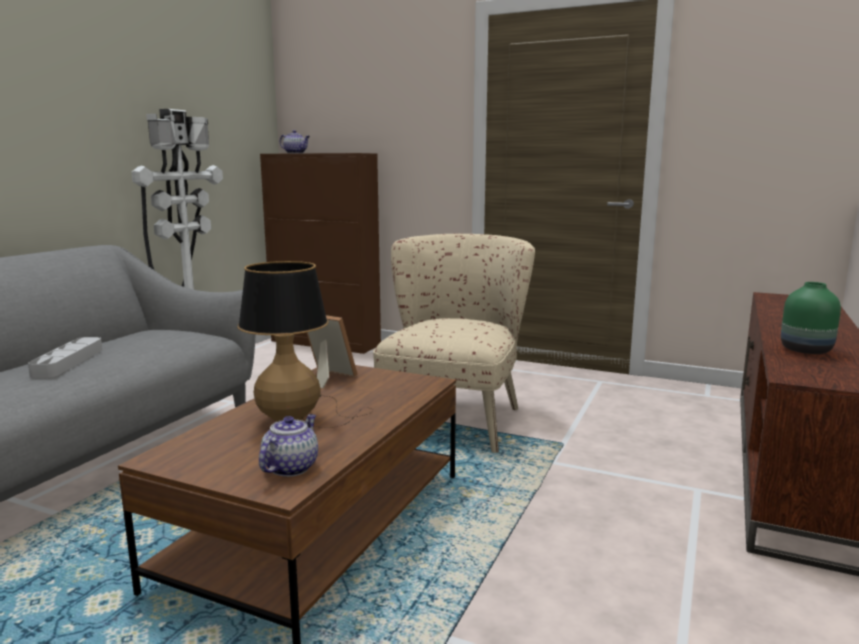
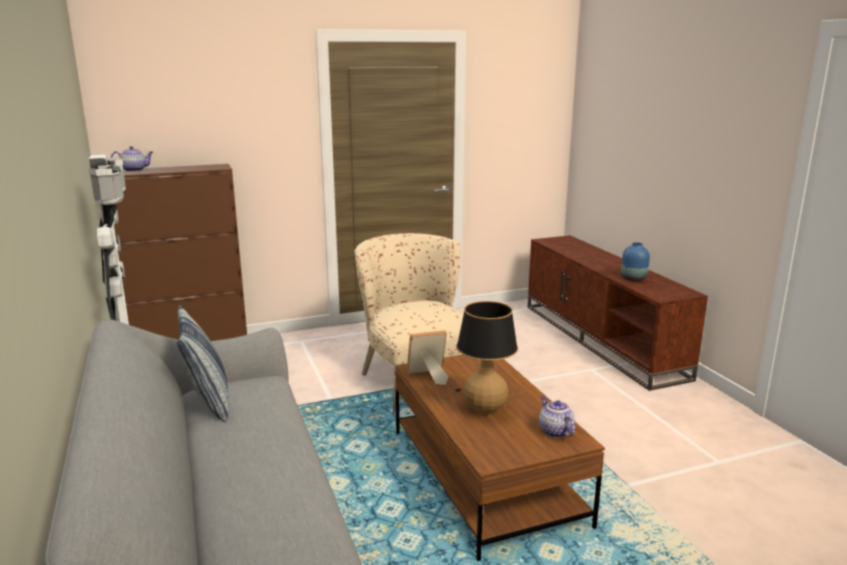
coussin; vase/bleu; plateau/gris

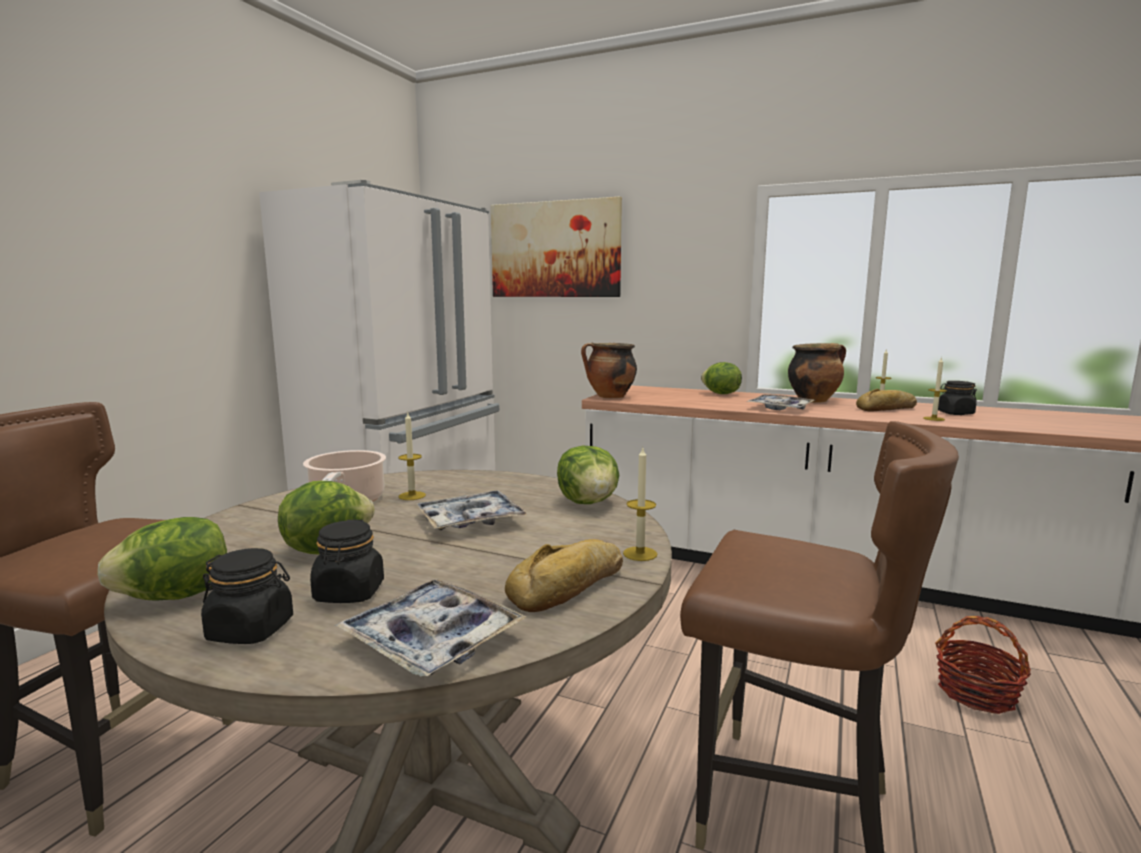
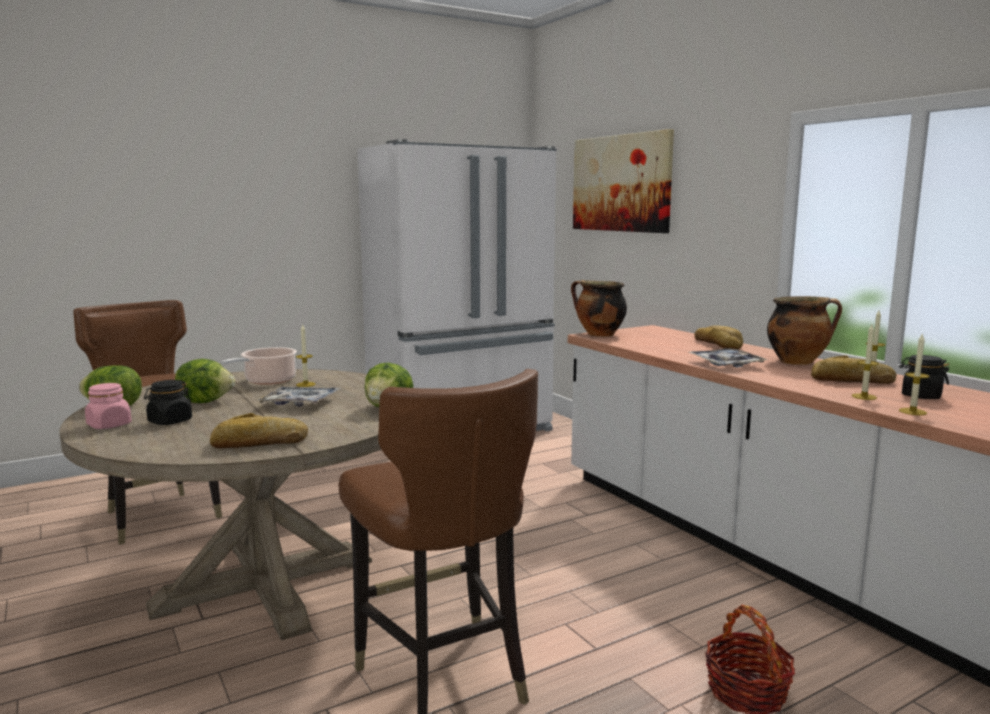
bocal/rose; pain (no. 2 from left); bougie (no. 4 from left); plateau (no. 1 from left in the first image)

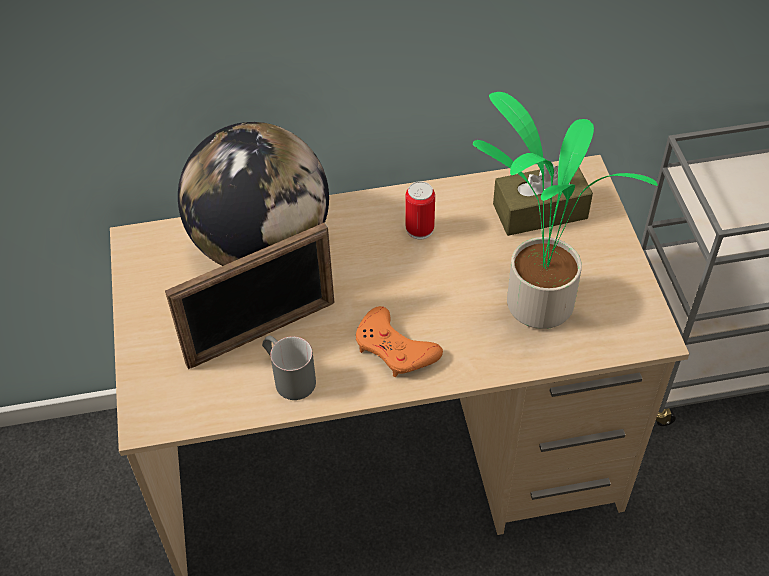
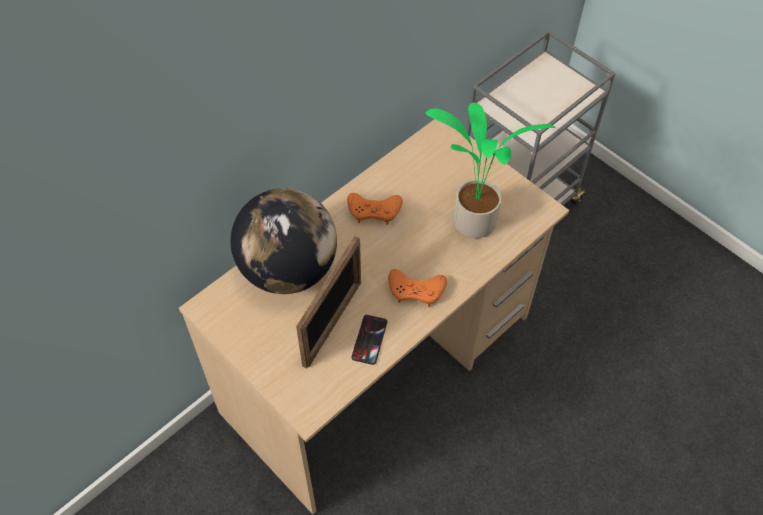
manette/orange (no. 1 from left); téléphone; boîte à mouchoirs/marron

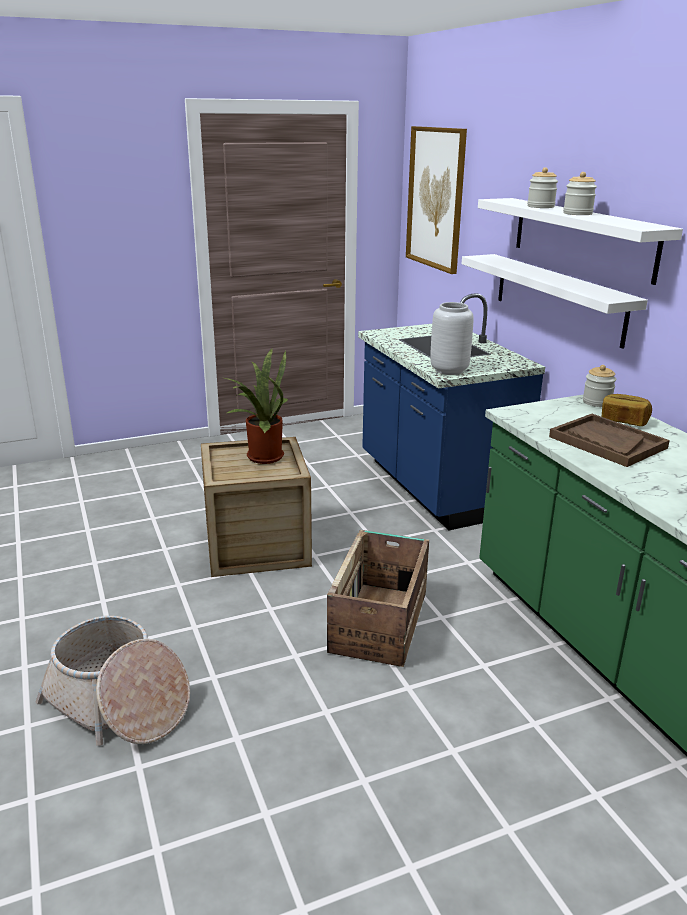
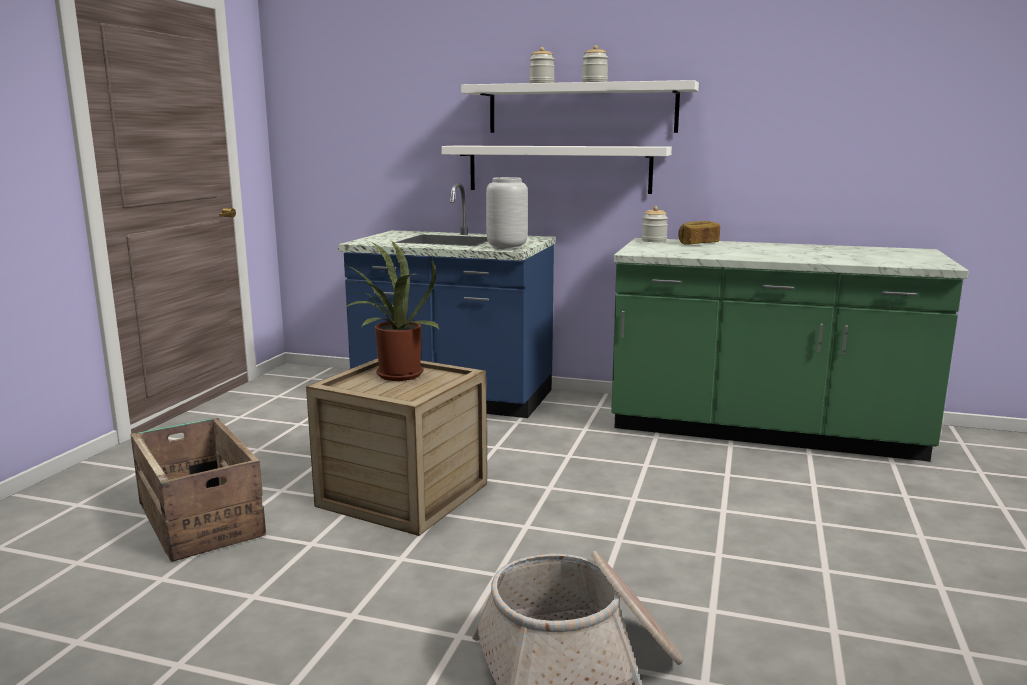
caisse (no. 1 from left); tableau; plateau/marron

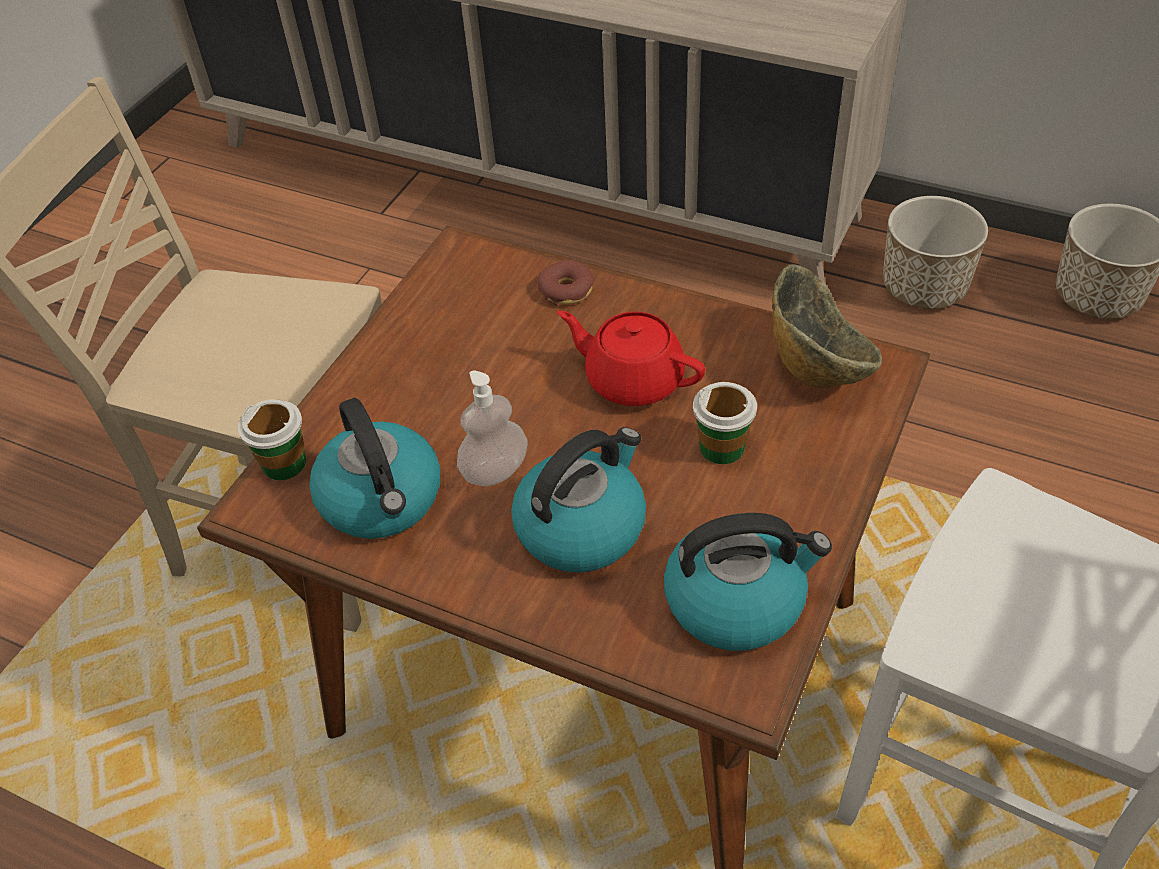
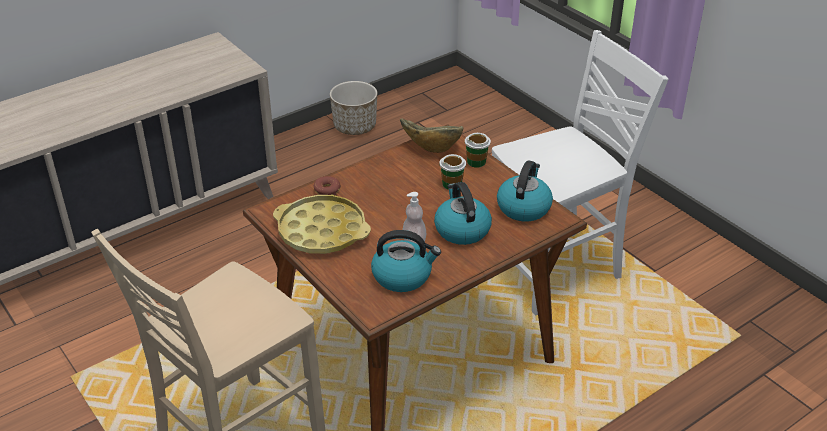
plateau/jaune; tasse (no. 2 from left); théière/rouge; cache-pot (no. 1 from left in the first image)

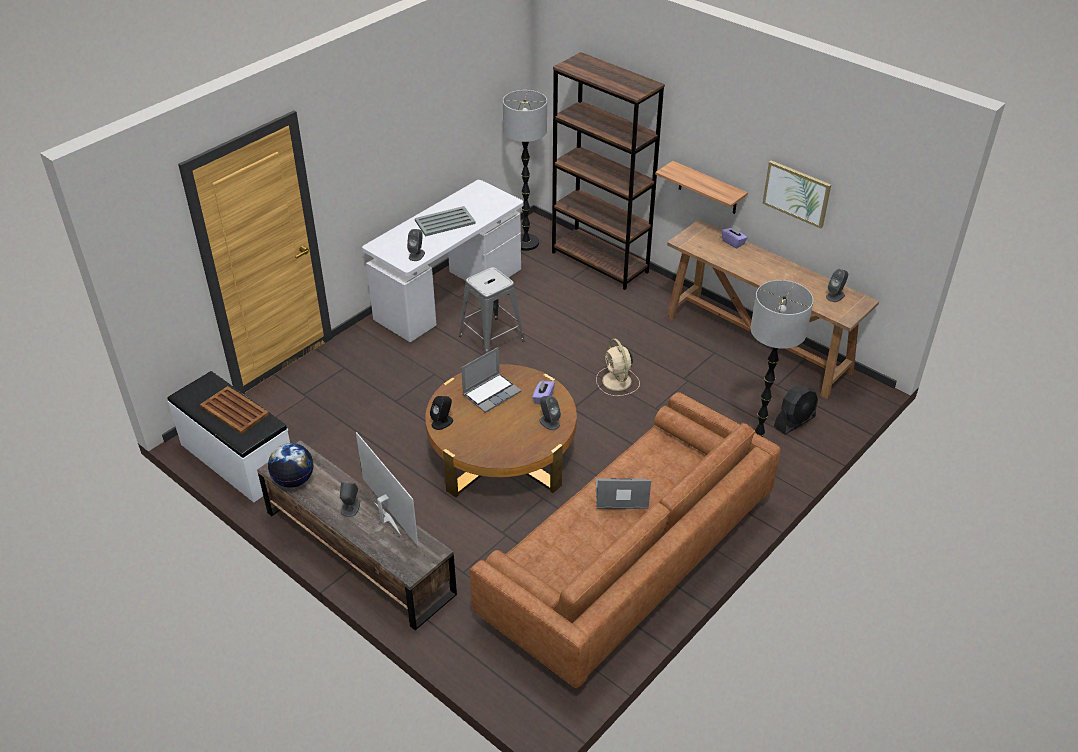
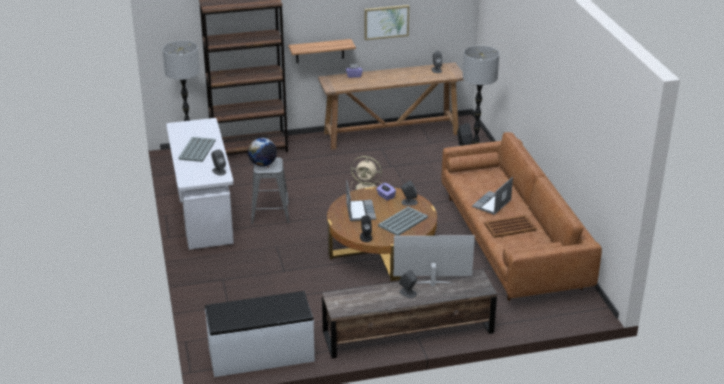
globe; plateau/gris (no. 2 from left); plateau/marron

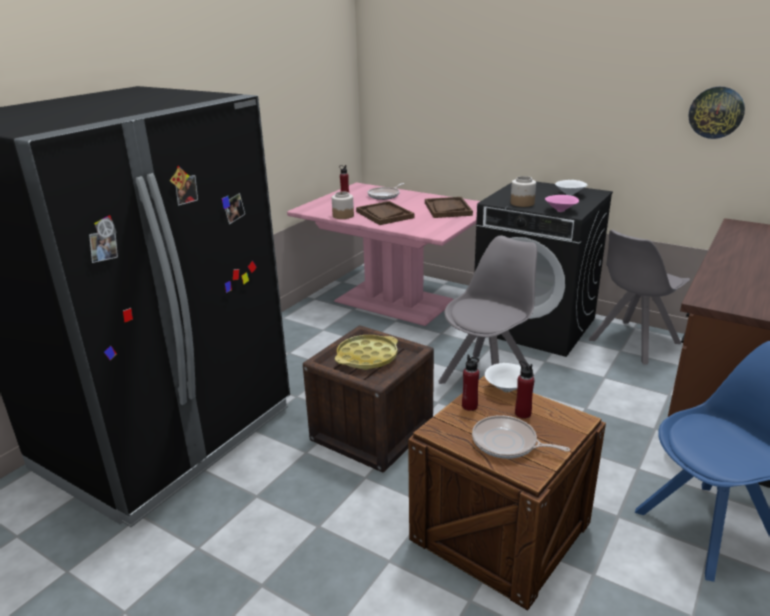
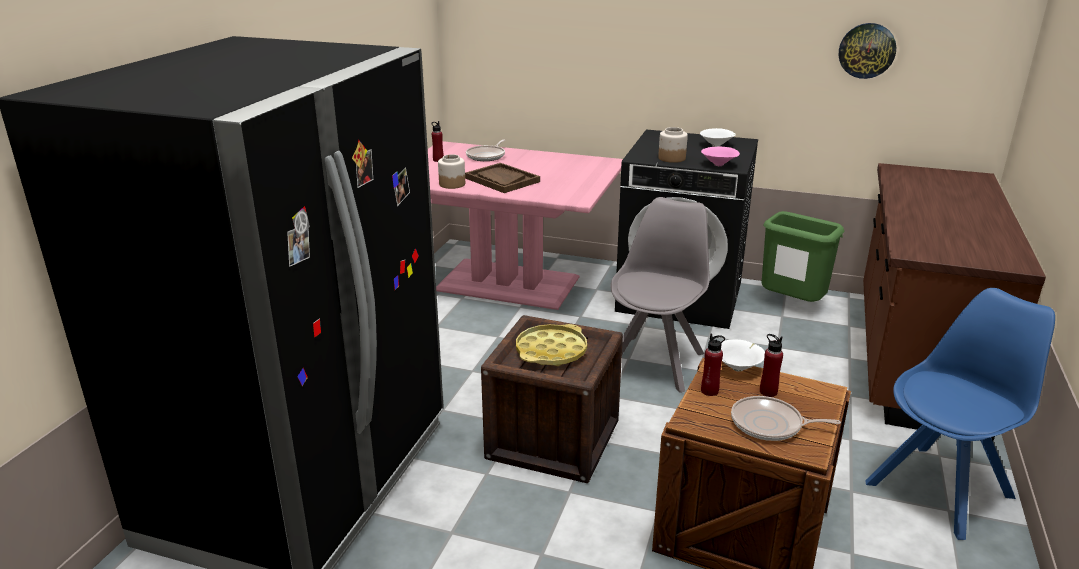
poubelle/vert; plateau/marron (no. 2 from left in the first image)

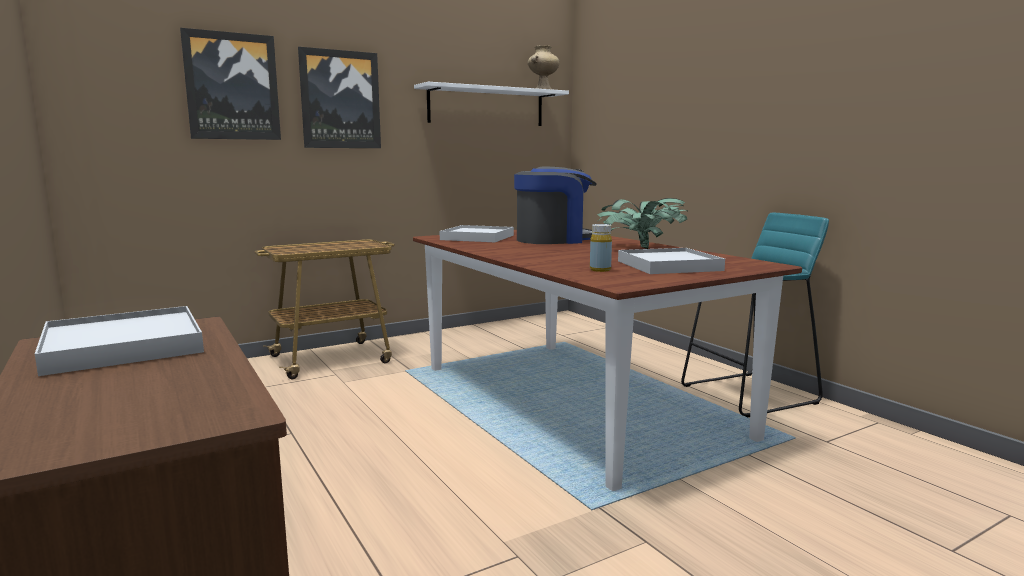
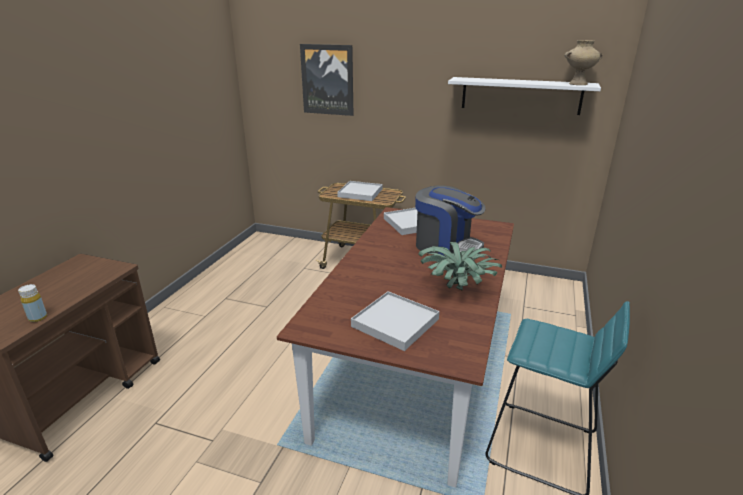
bouteille/jaune; plateau/blanc (no. 1 from left); tableau (no. 2 from left in the first image)

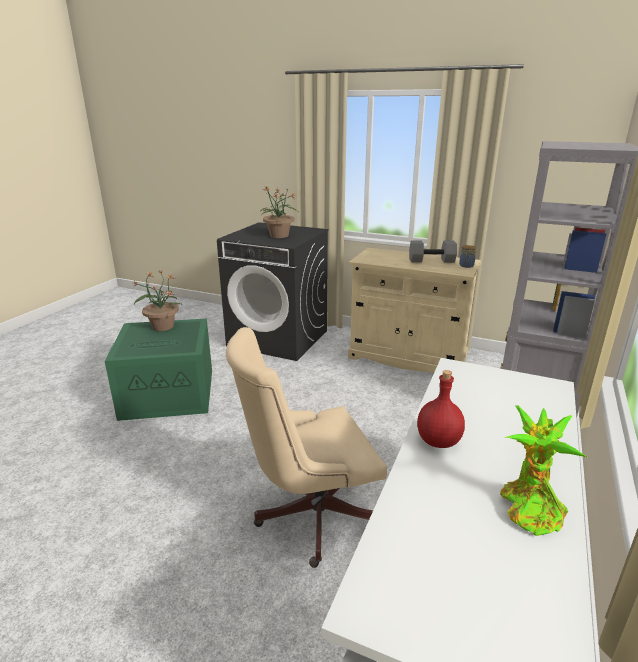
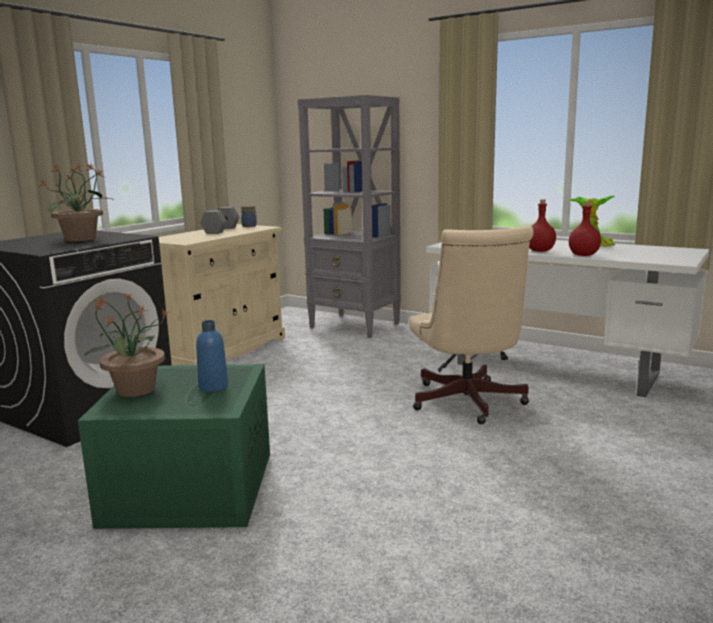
bouteille/bleu; bouteille/rouge (no. 2 from left)

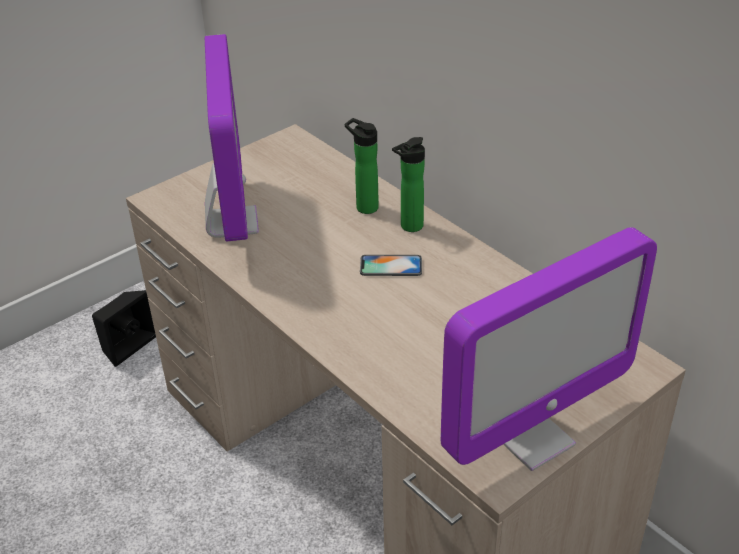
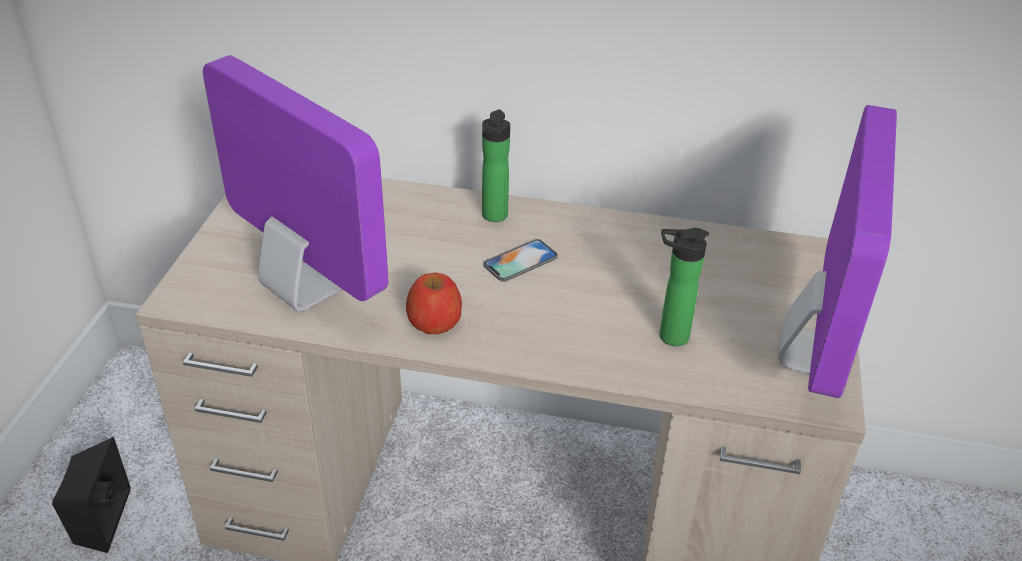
pomme; bouteille (no. 2 from left)

